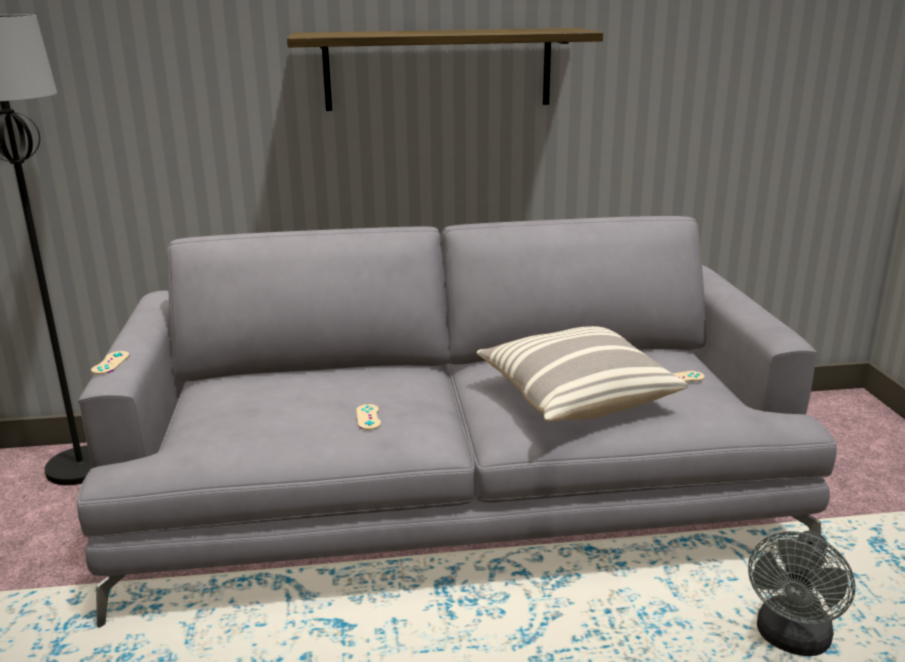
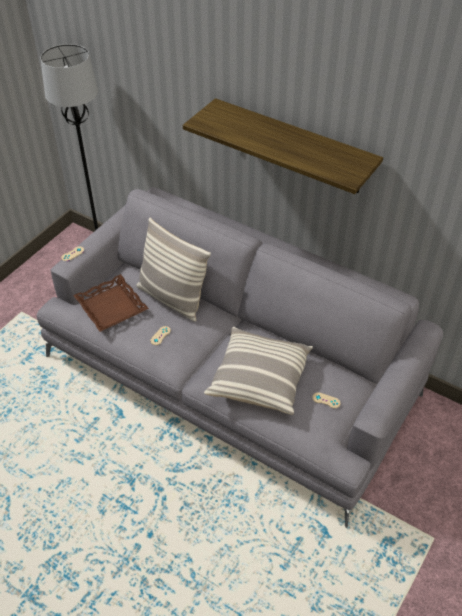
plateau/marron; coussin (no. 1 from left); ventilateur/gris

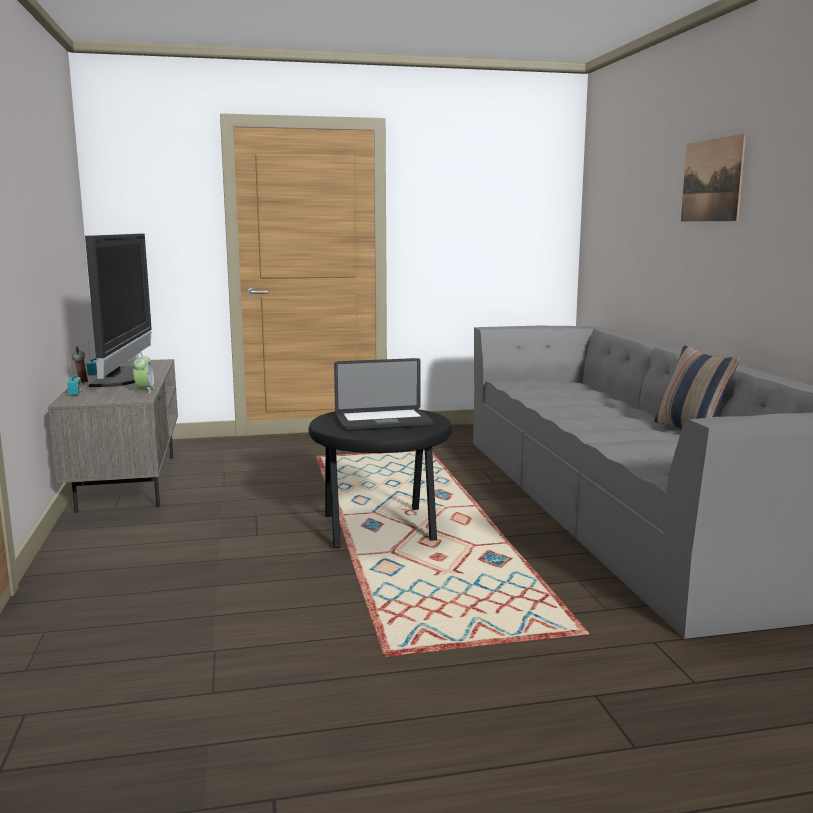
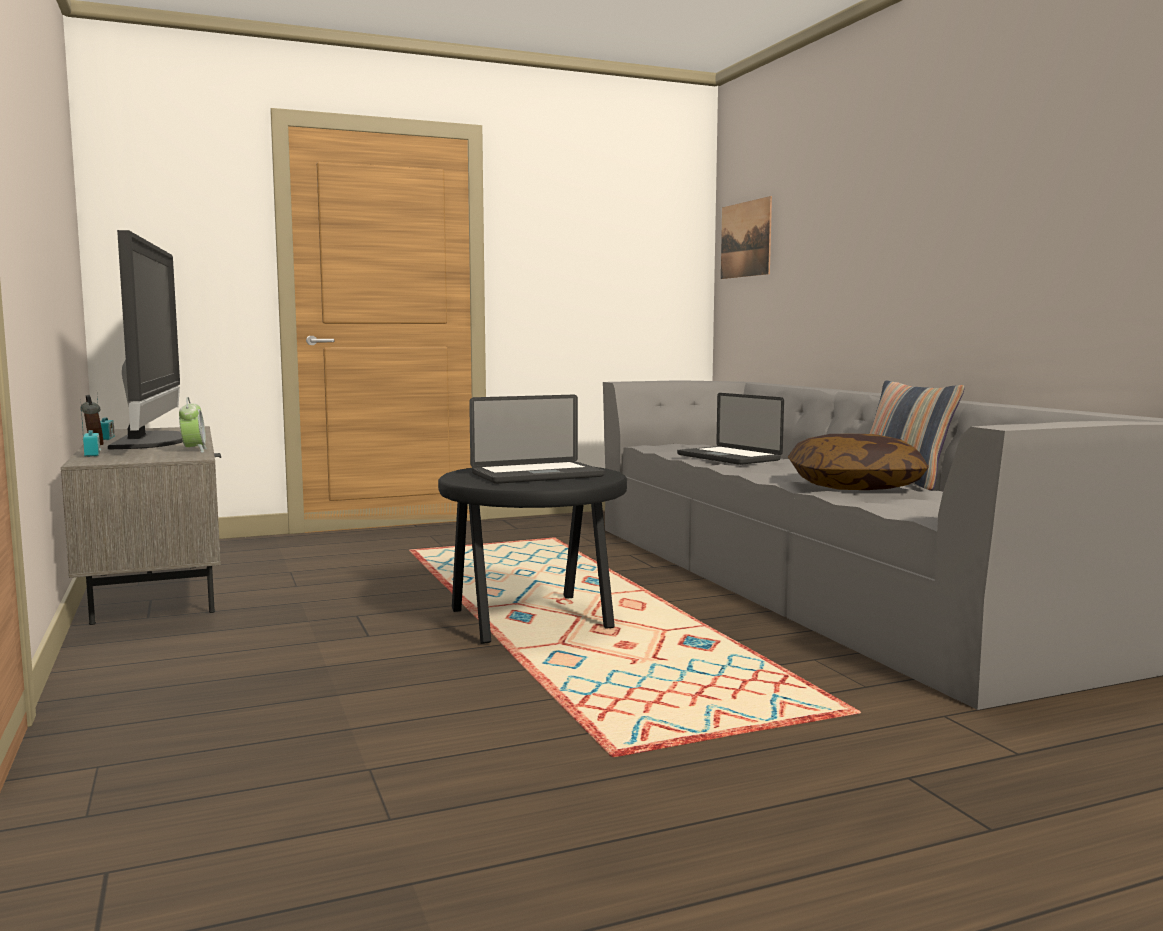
ordinateur portable (no. 2 from left); tableau; coussin (no. 1 from left)

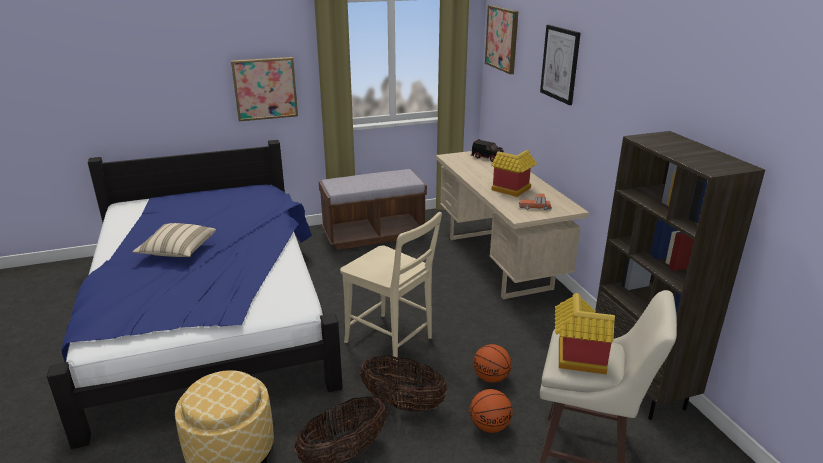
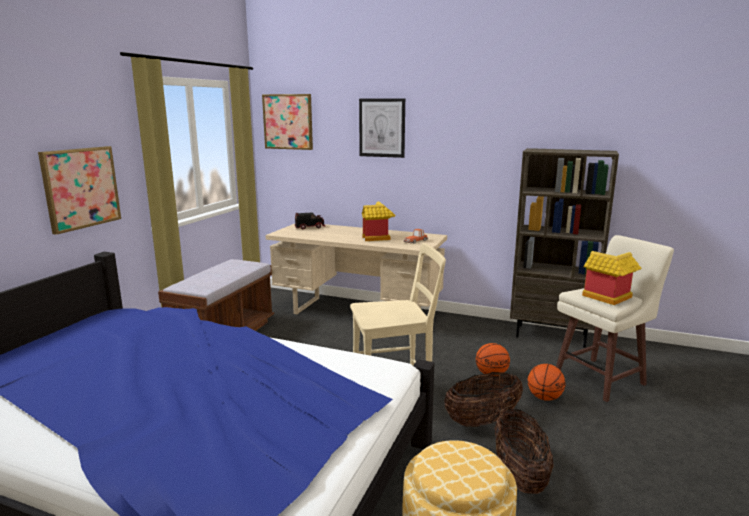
coussin/beige

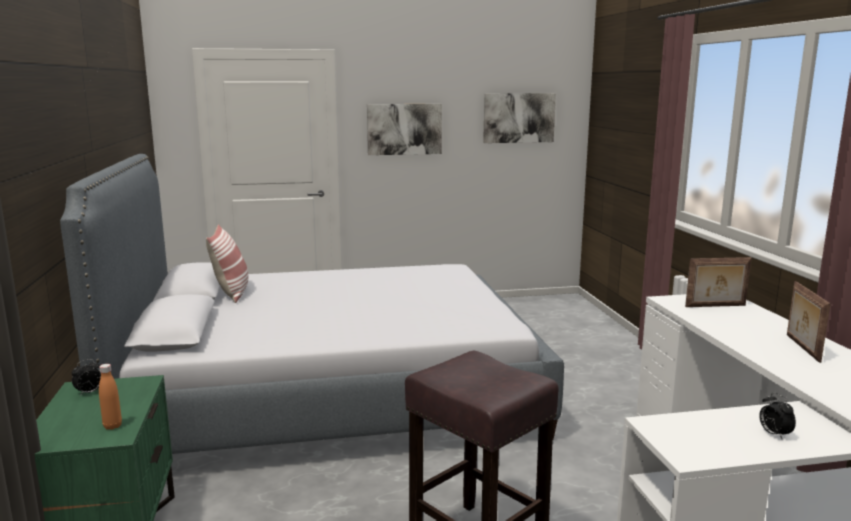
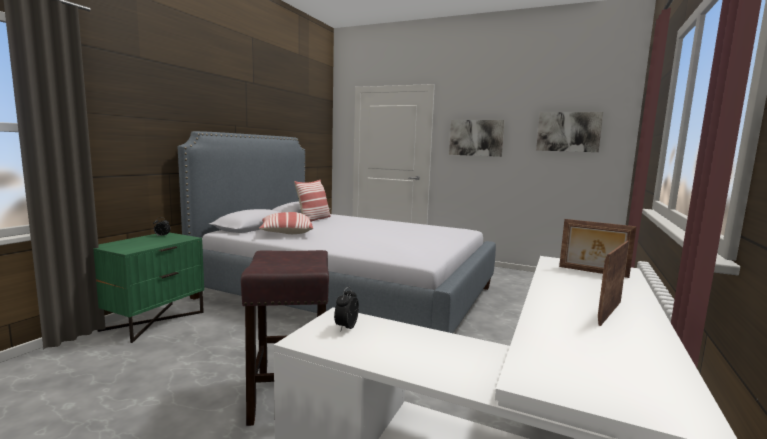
coussin (no. 1 from left); réveil (no. 2 from left); bouteille/orange

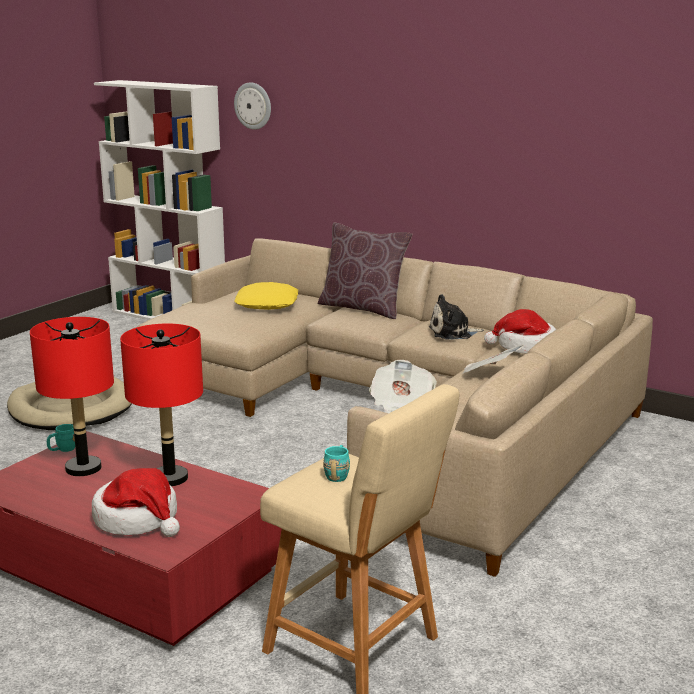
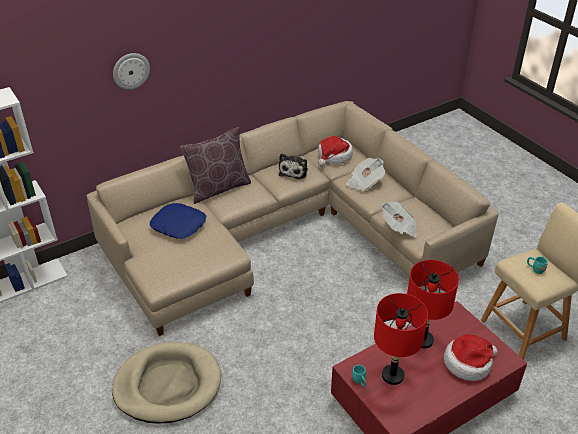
horloge murale; coussin/bleu

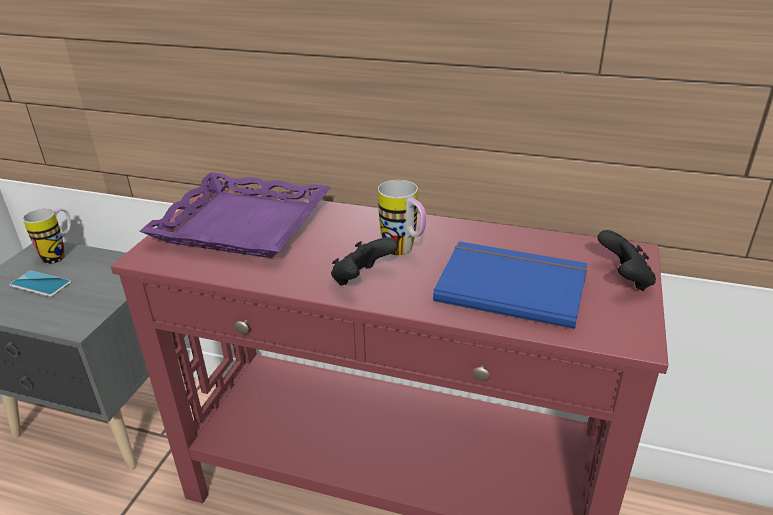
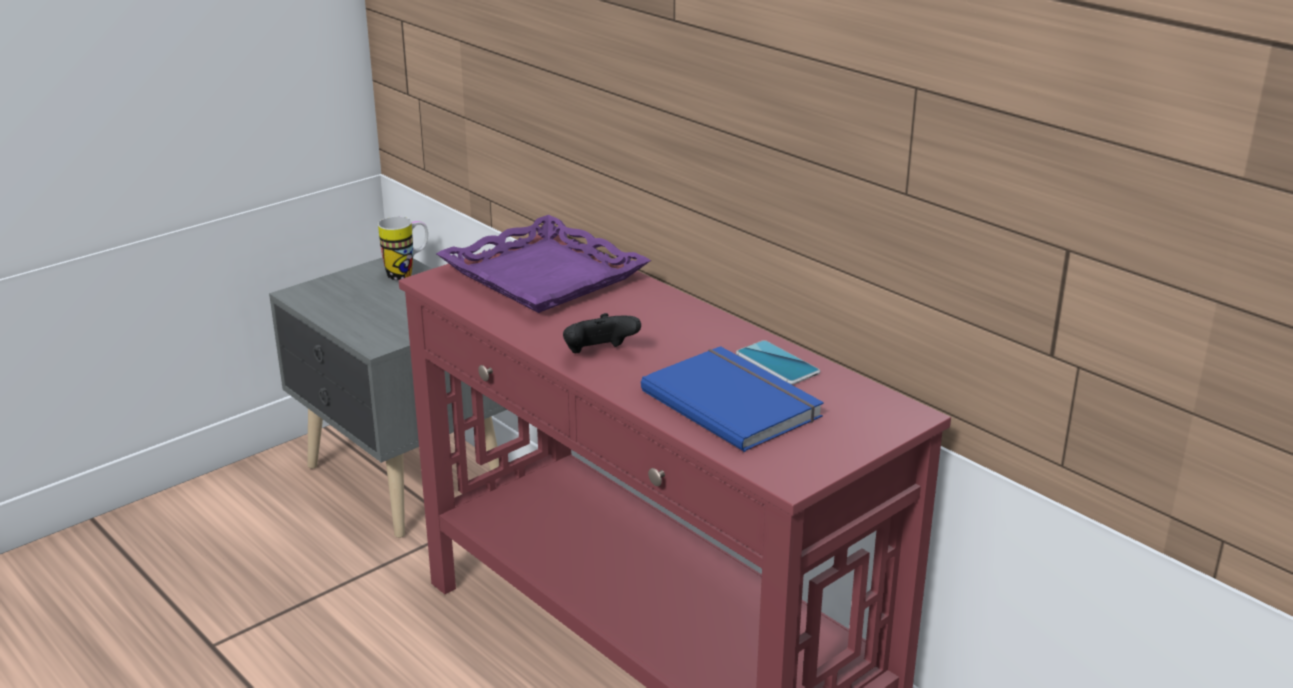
téléphone; mug (no. 2 from left in the first image); manette/noir (no. 2 from left in the first image)

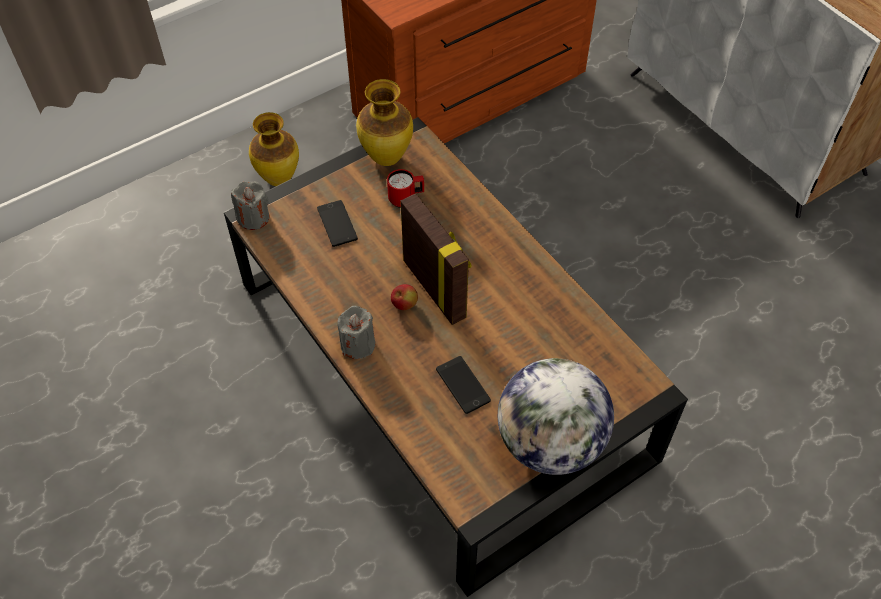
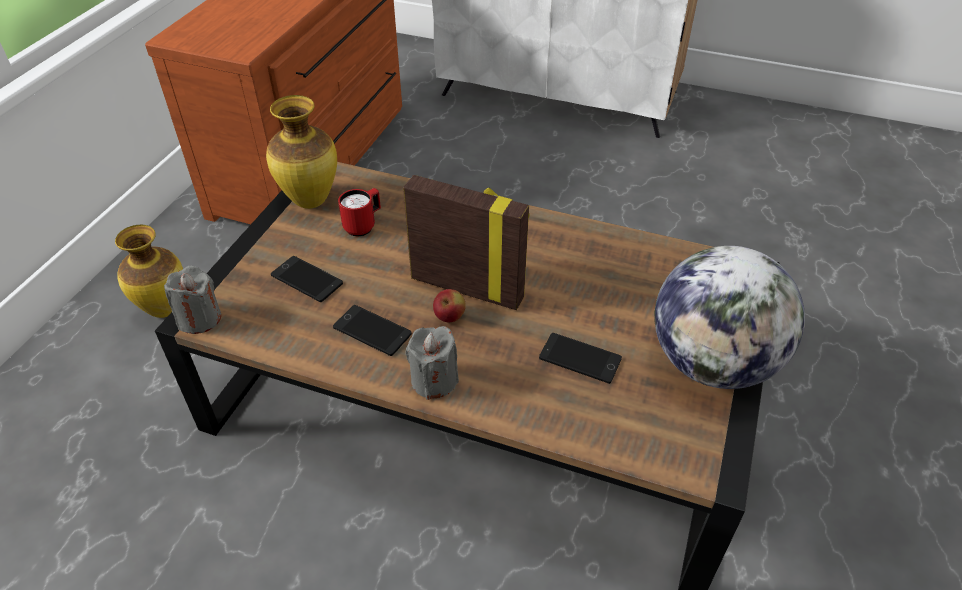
téléphone (no. 2 from left)

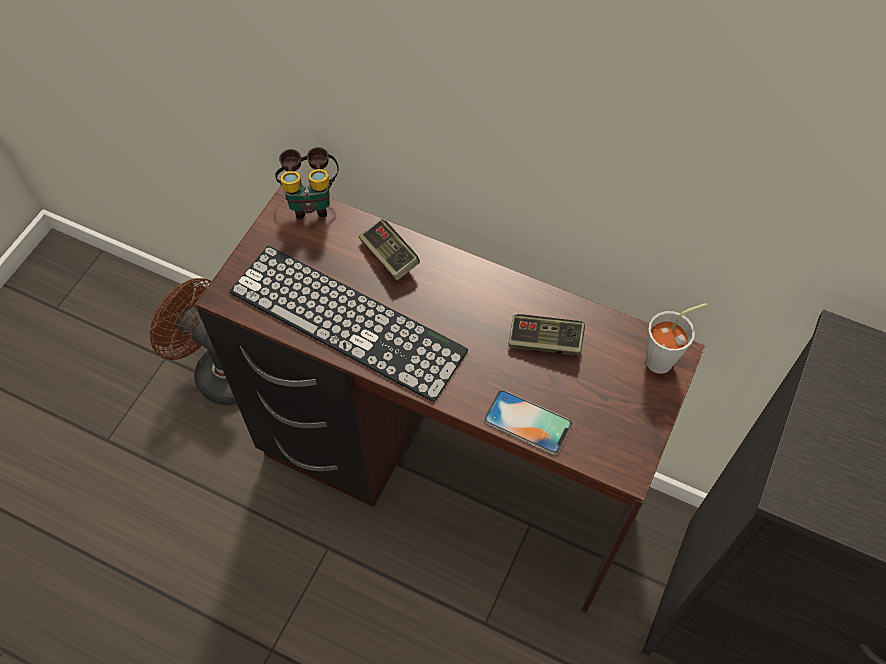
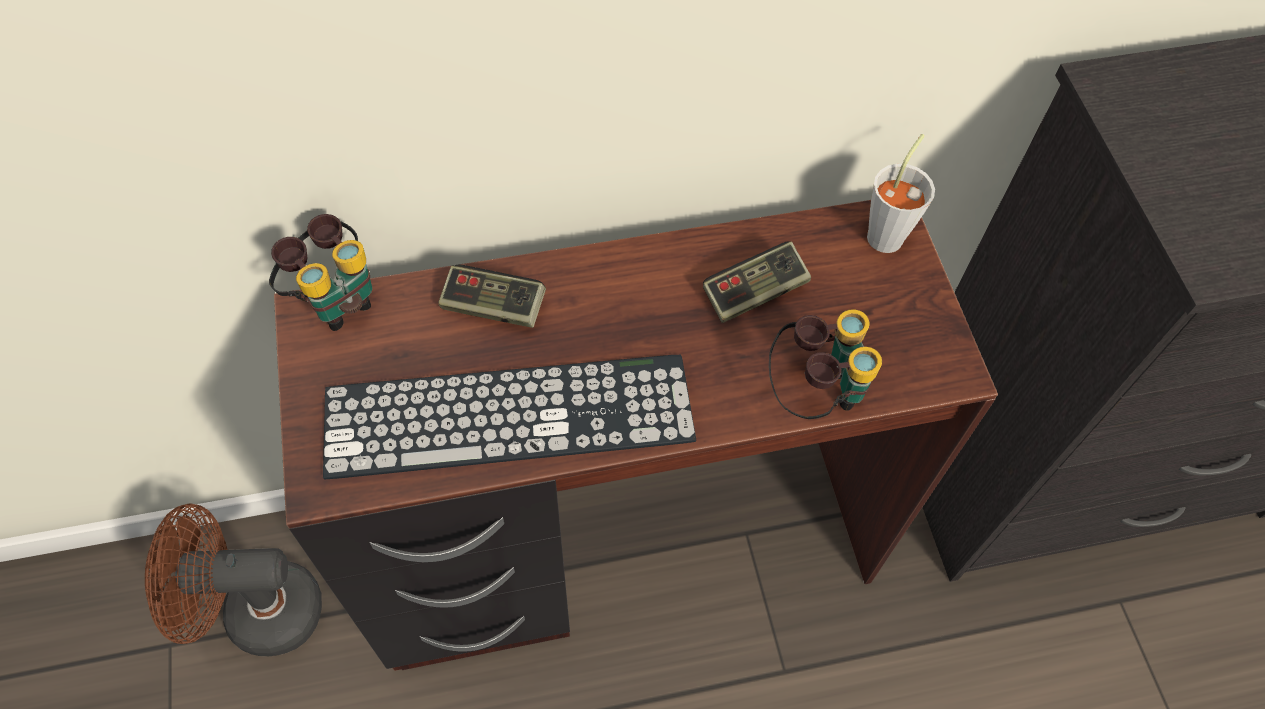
jumelles (no. 2 from left)

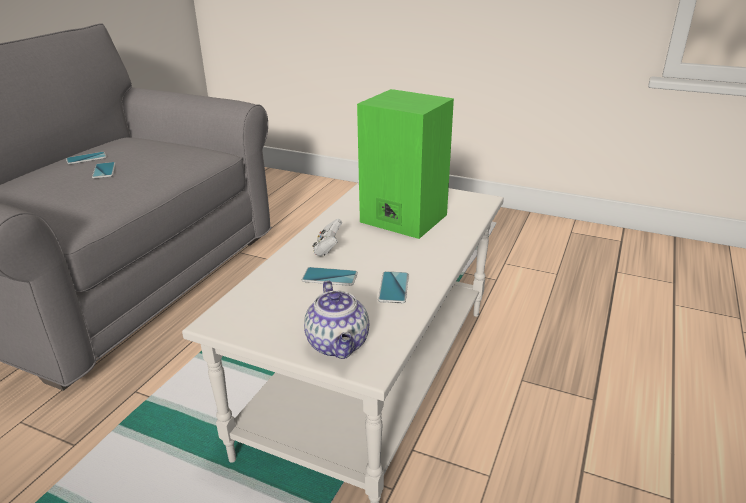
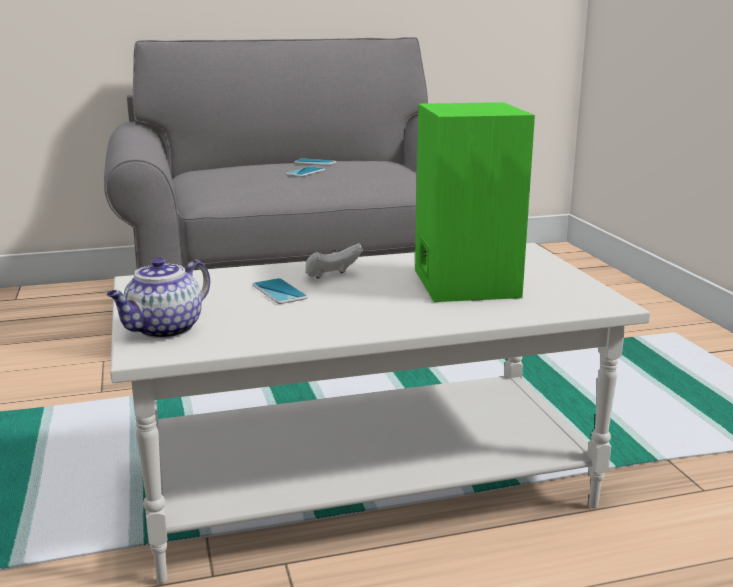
téléphone (no. 4 from left in the first image)

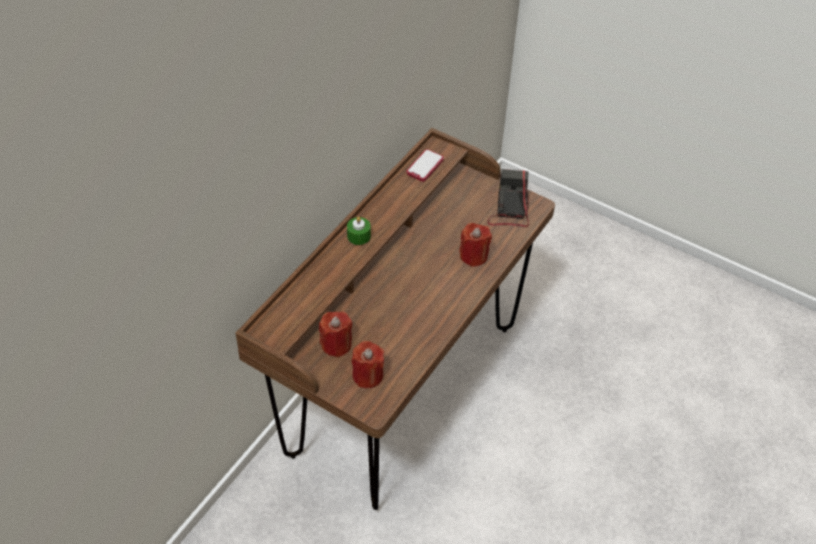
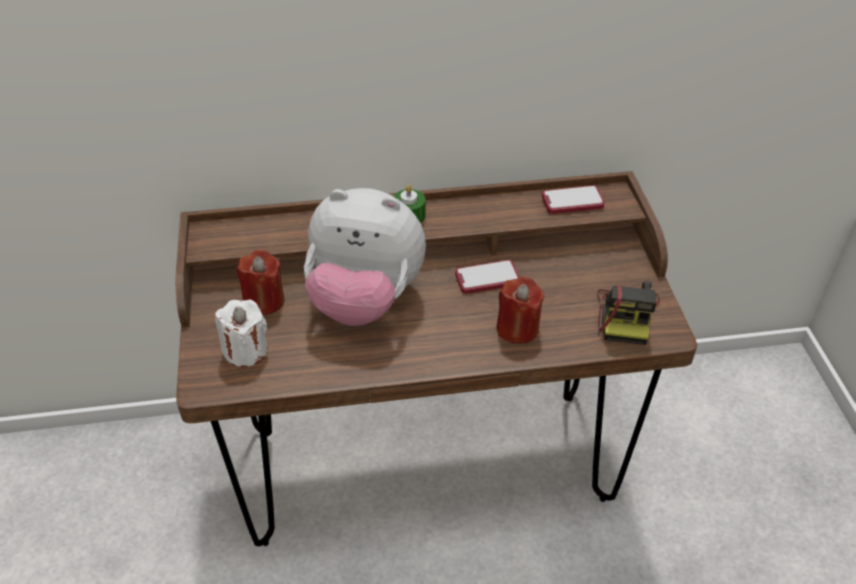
bougie/blanc; peluche; téléphone (no. 1 from left); appareil photo

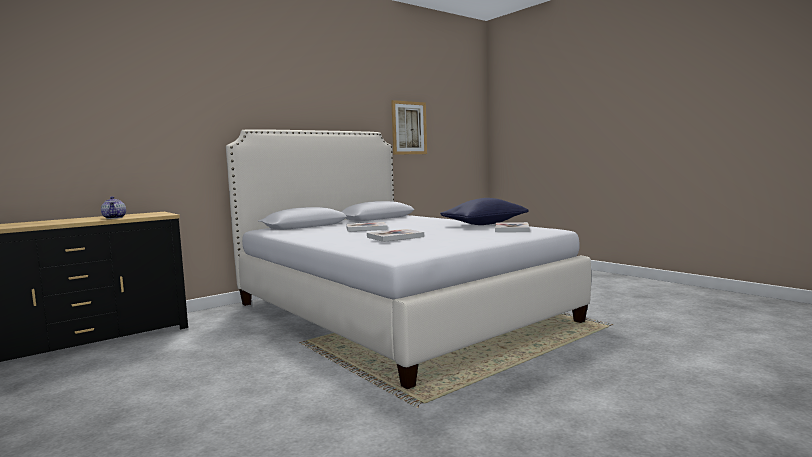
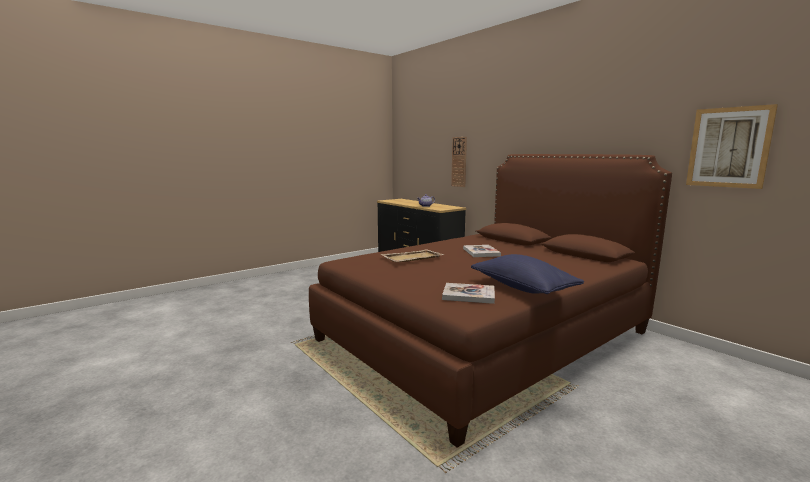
lit/marron; plateau/beige; horloge murale

